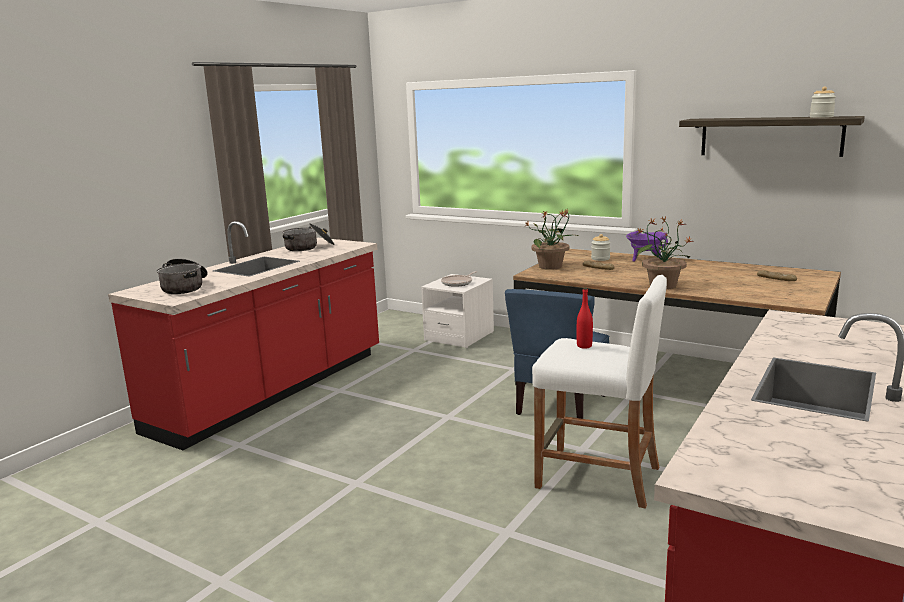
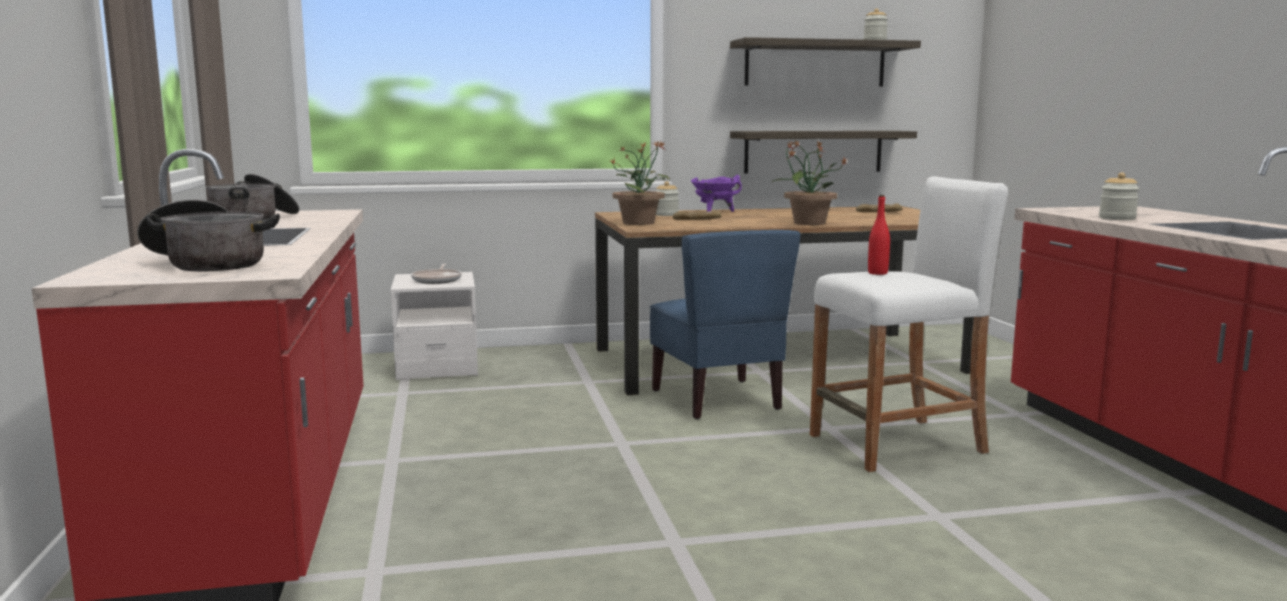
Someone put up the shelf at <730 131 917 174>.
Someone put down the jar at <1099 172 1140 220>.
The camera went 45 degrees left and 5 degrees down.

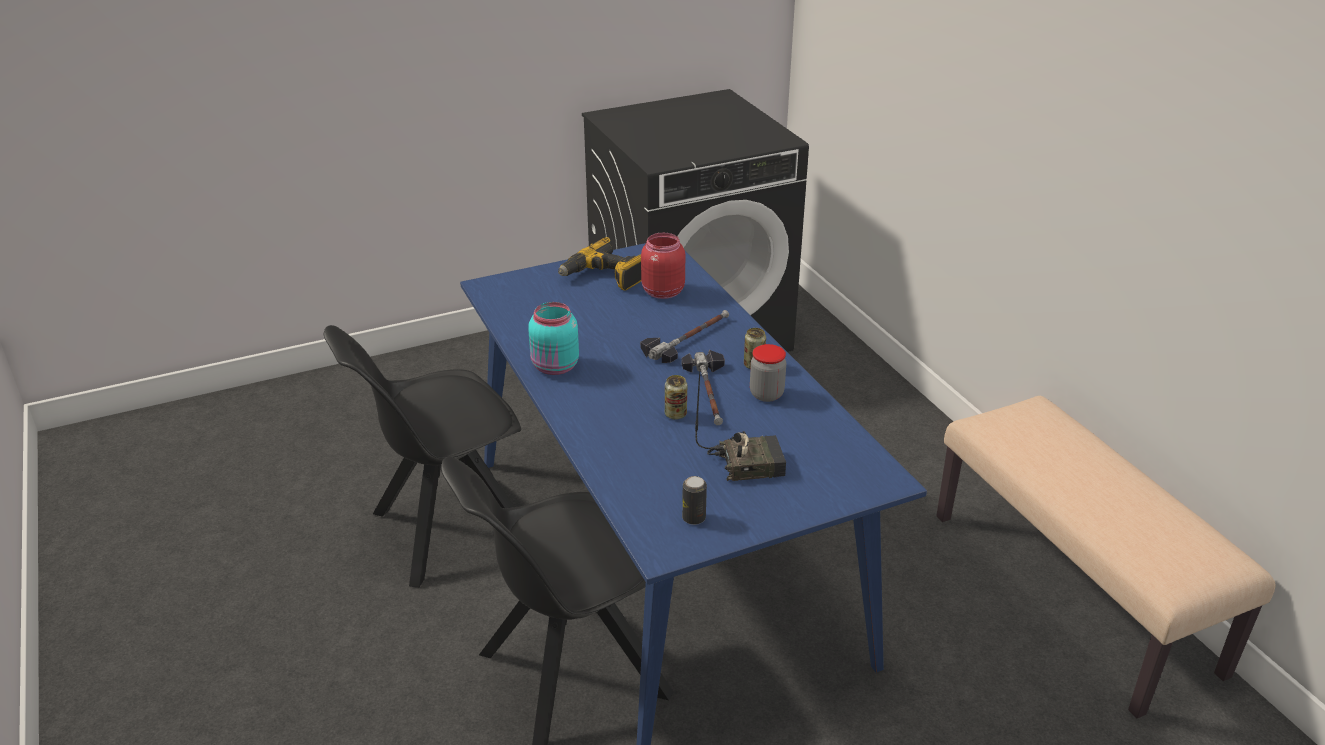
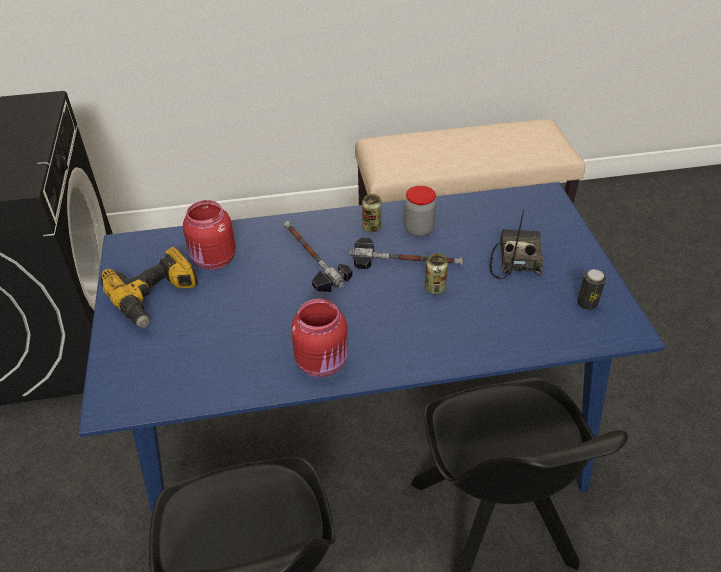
Someone repainted the turquoise jar at <528 302 579 375>, which became the red jar at <291 299 348 377>.
The camera went 75 degrees left and 10 degrees up.

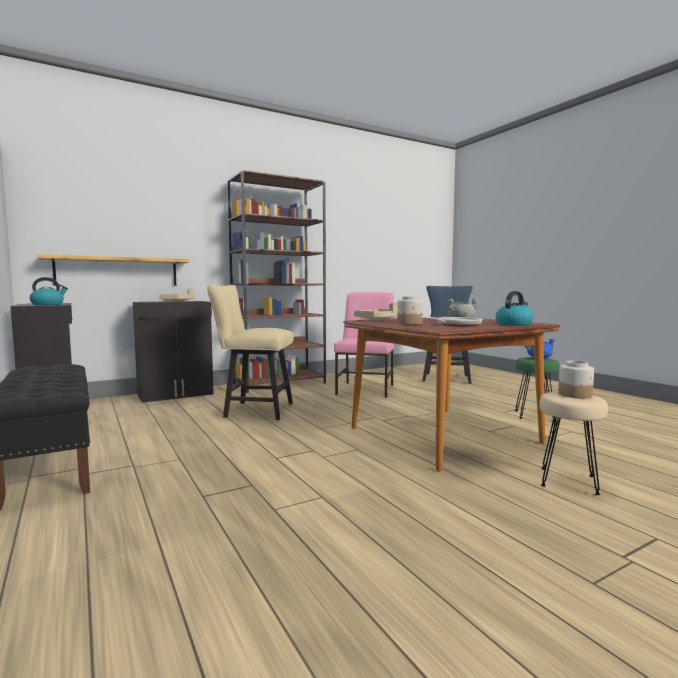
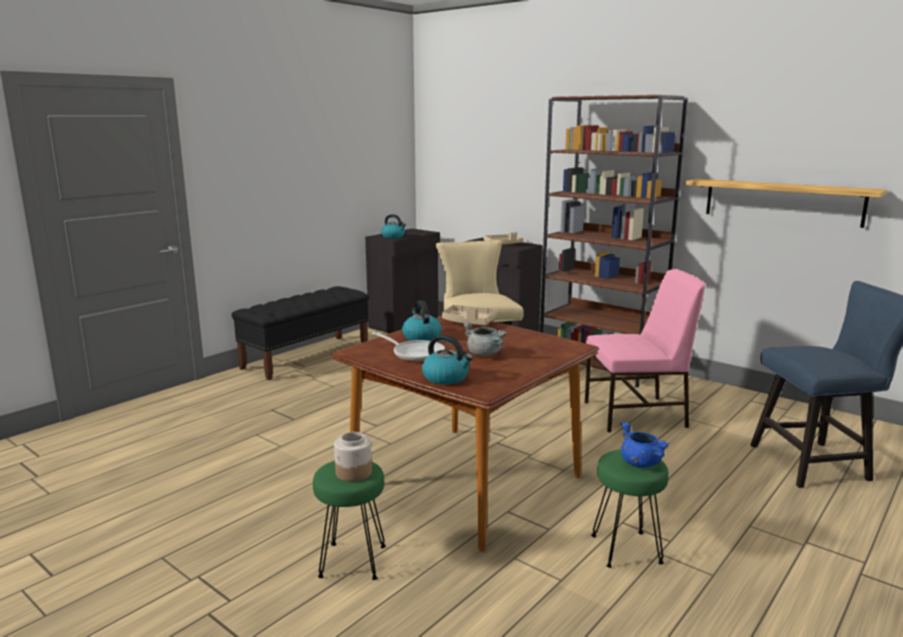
Someone carried the shelf from <37 254 190 286> to <685 179 887 228>.
Someone swapped the jar at <397 296 423 325> for the kettle at <402 300 442 341>.
Someone repainted the beige stool at <540 392 608 495>, which became the green stool at <313 461 386 580>.
The camera went 70 degrees right and 10 degrees up.

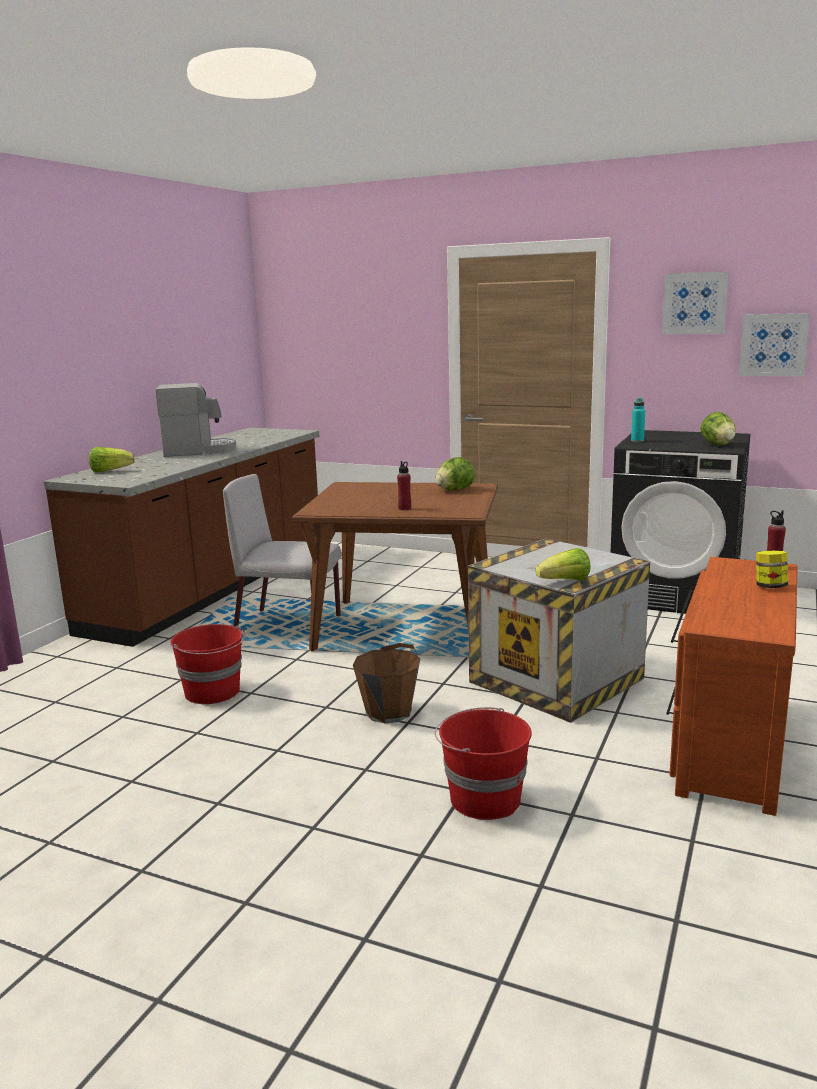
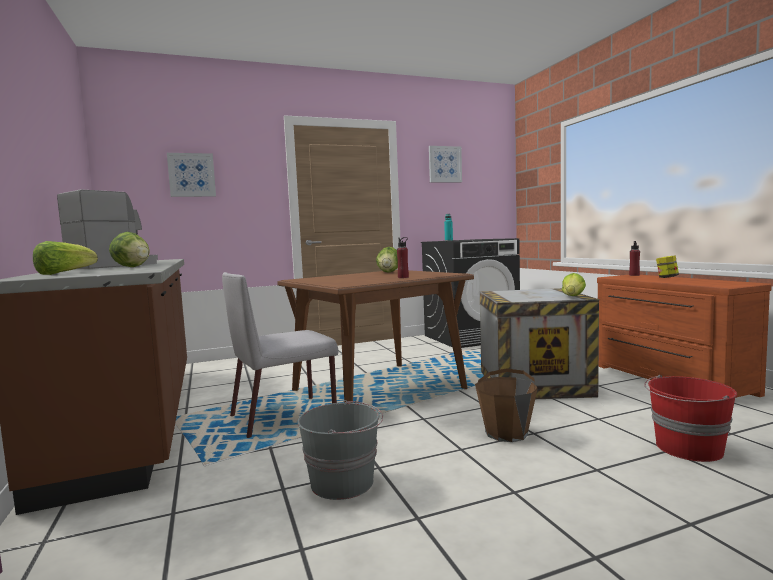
Someone carried the picture from <739 313 810 376> to <167 153 216 197>.
Someone carried the lettuce from <700 412 736 446> to <109 232 150 267>.
Someone repainted the red bucket at <170 624 245 704>, which became the grey bucket at <297 400 383 500>.
The camera went 45 degrees left and 10 degrees down.

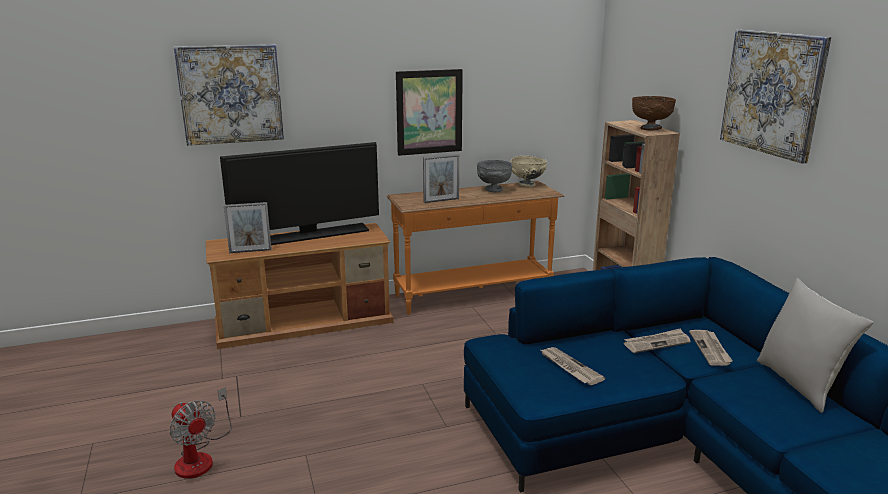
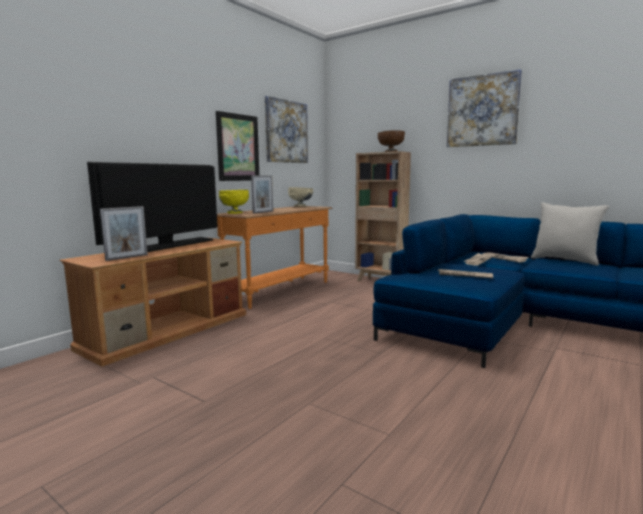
Someone carried the picture from <174 44 284 146> to <265 96 308 163>.
Someone took away the grey bowl at <477 160 512 192>.
Someone took away the fan at <170 387 232 479>.
Someone put down the yellow bowl at <219 190 249 214>.
The camera went 35 degrees left and 10 degrees down.

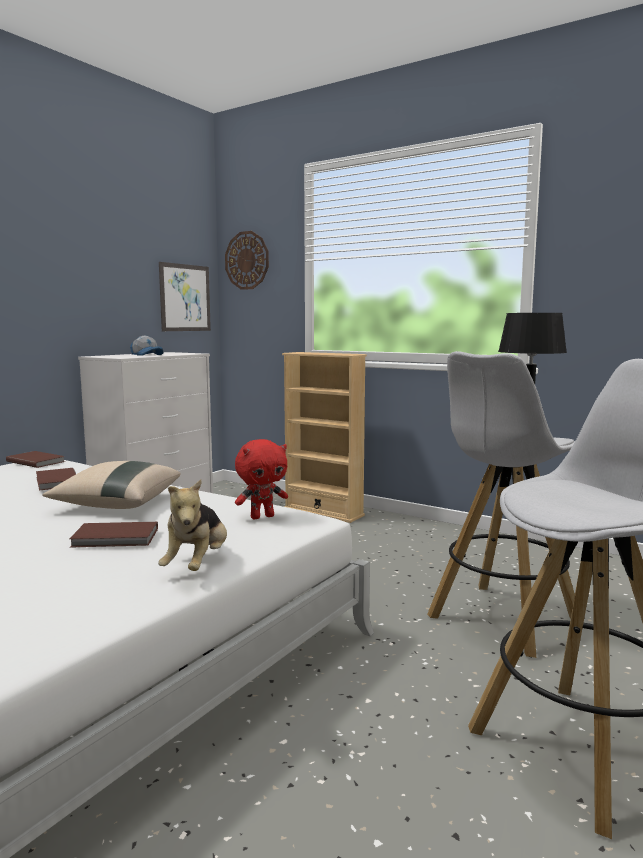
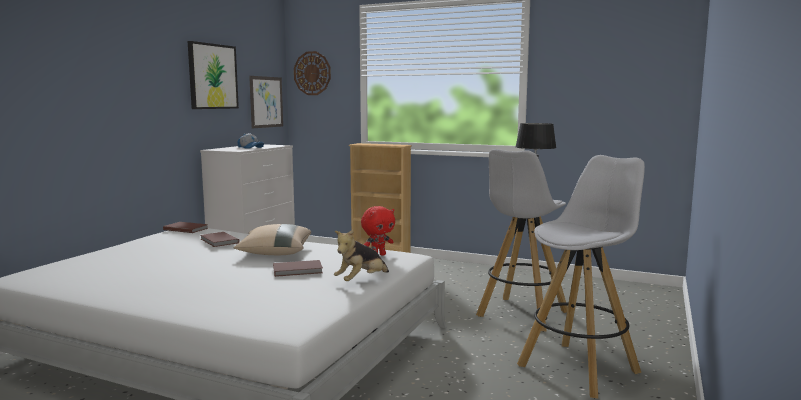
Someone rotated the plush toy at <158 479 227 571> by 45 degrees clockwise.
Someone put up the picture at <188 41 239 109>.
The camera went 10 degrees left and 0 degrees up.

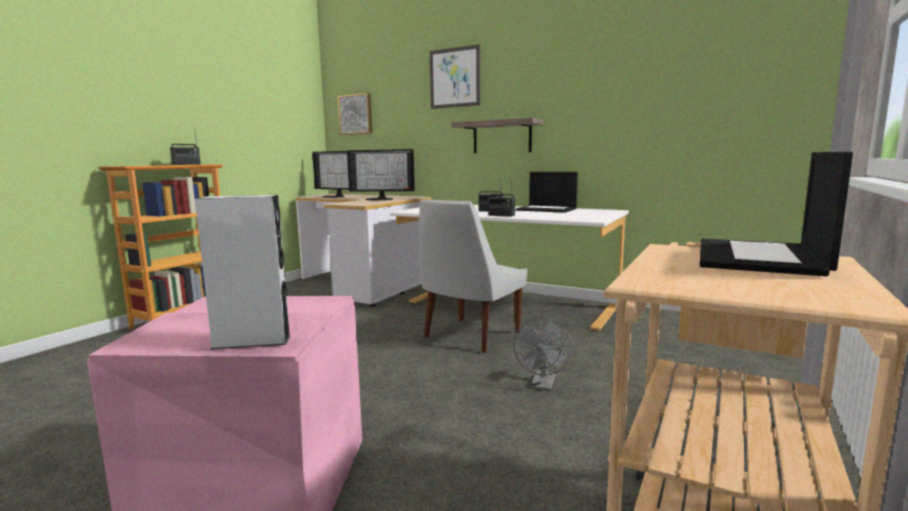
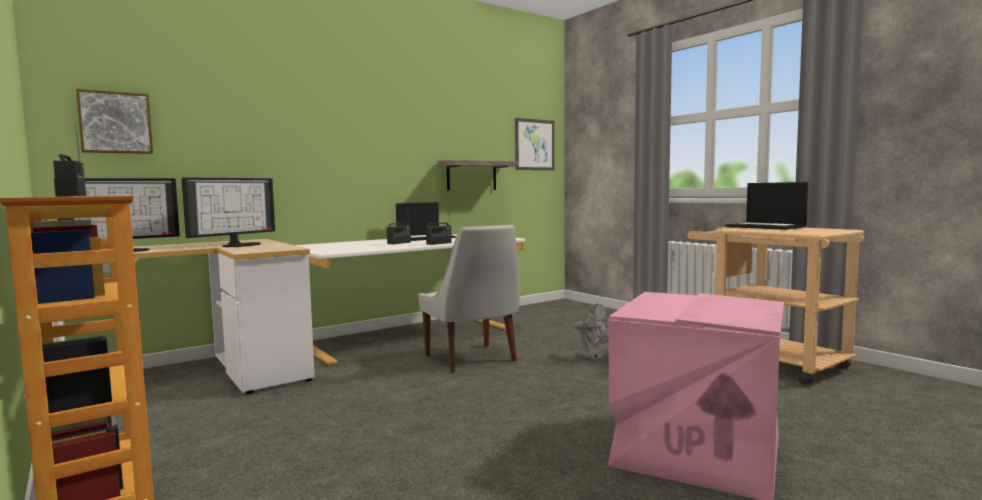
Someone carried the picture from <430 44 480 109> to <515 118 555 170>.
Someone carried the shelf from <451 118 543 153> to <437 160 519 191>.
Someone took away the grey speaker at <195 195 291 349>.
The camera went 65 degrees left and 5 degrees down.

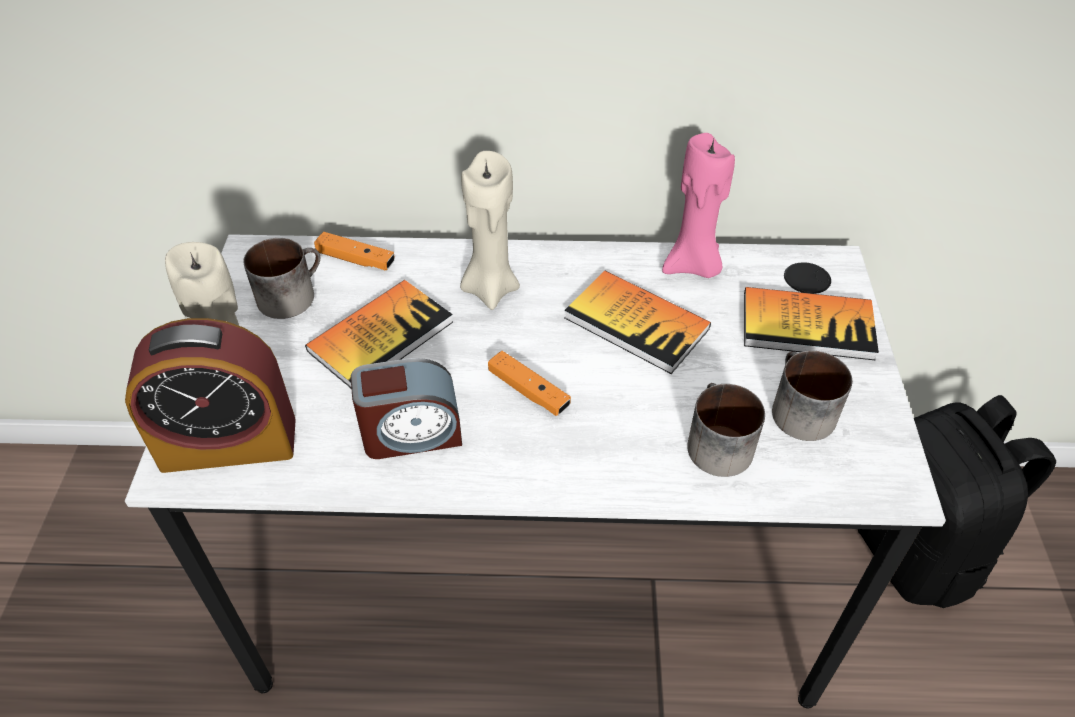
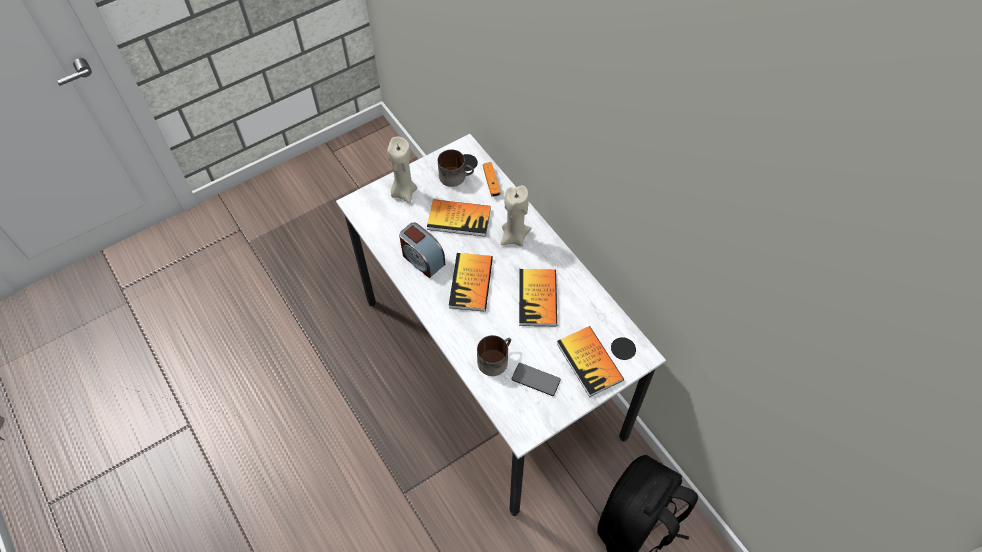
Someone took away the pink candle at <662 133 735 278>.
Someone took away the alarm clock at <125 318 296 473>.
Someone swapped the orange game controller at <488 351 571 416> for the book at <449 253 493 312>.
Someone swapped the mug at <772 351 852 441> for the phone at <512 363 561 396>.
The camera went 55 degrees right and 10 degrees up.

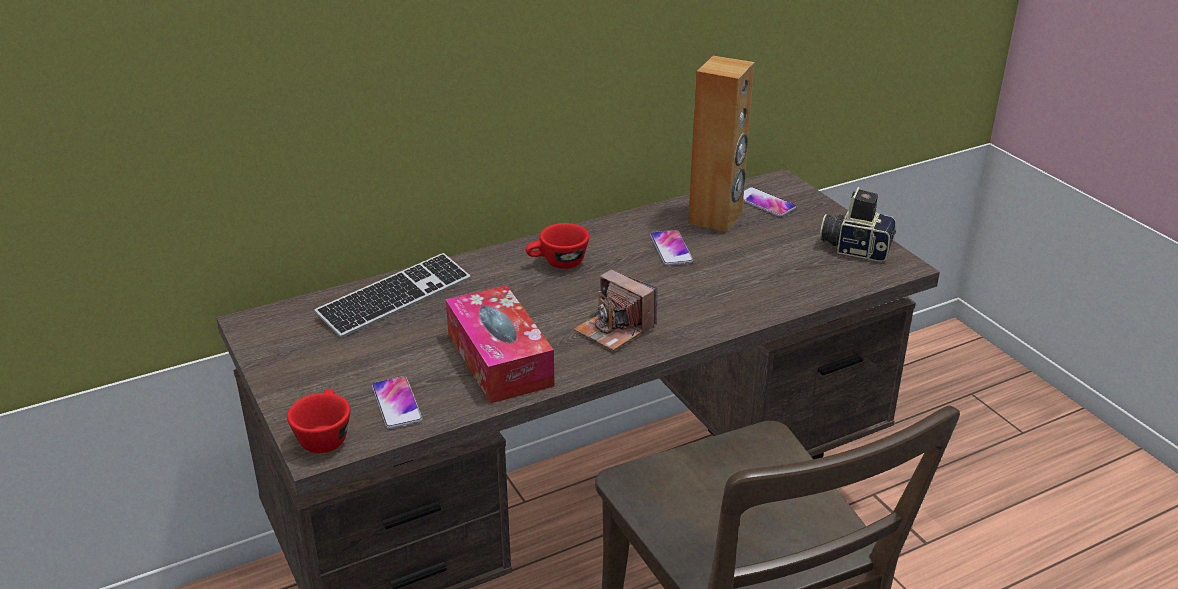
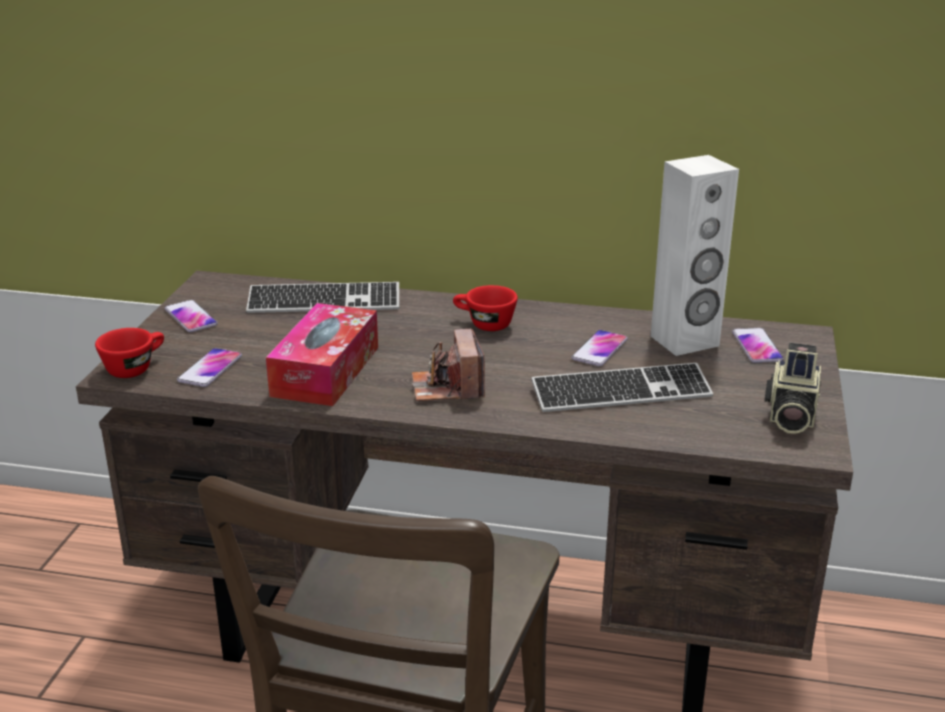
Someone repainted the brown speaker at <688 56 754 232>, which became the white speaker at <651 155 739 356>.
Someone rotated the photo camera at <820 187 896 262> by 135 degrees counterclockwise.
Someone put down the phone at <165 300 218 332>.
Someone put down the keyboard at <531 363 713 412>.
The camera went 40 degrees right and 5 degrees down.

